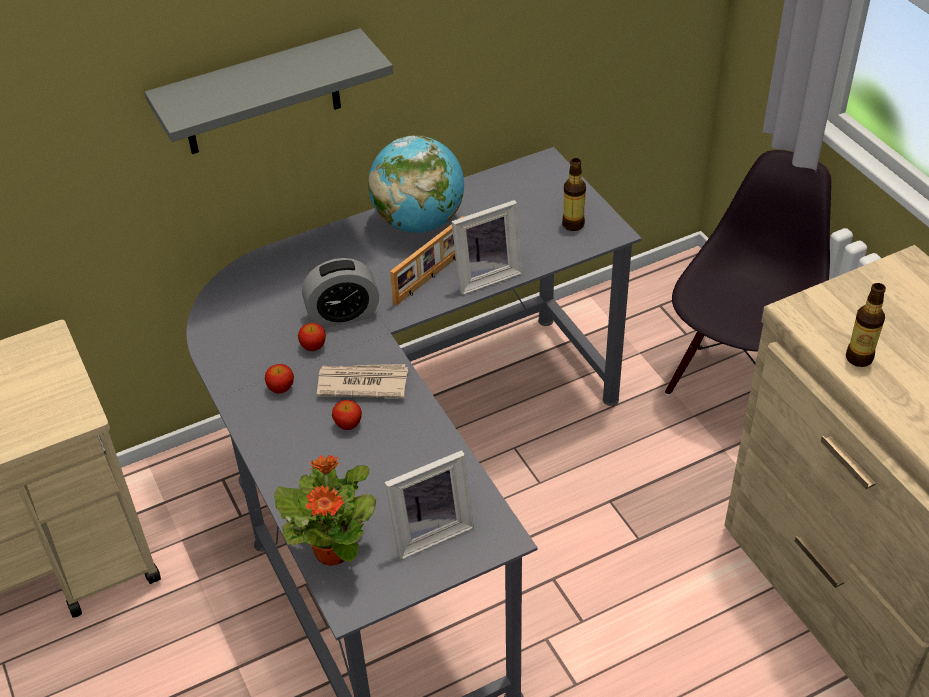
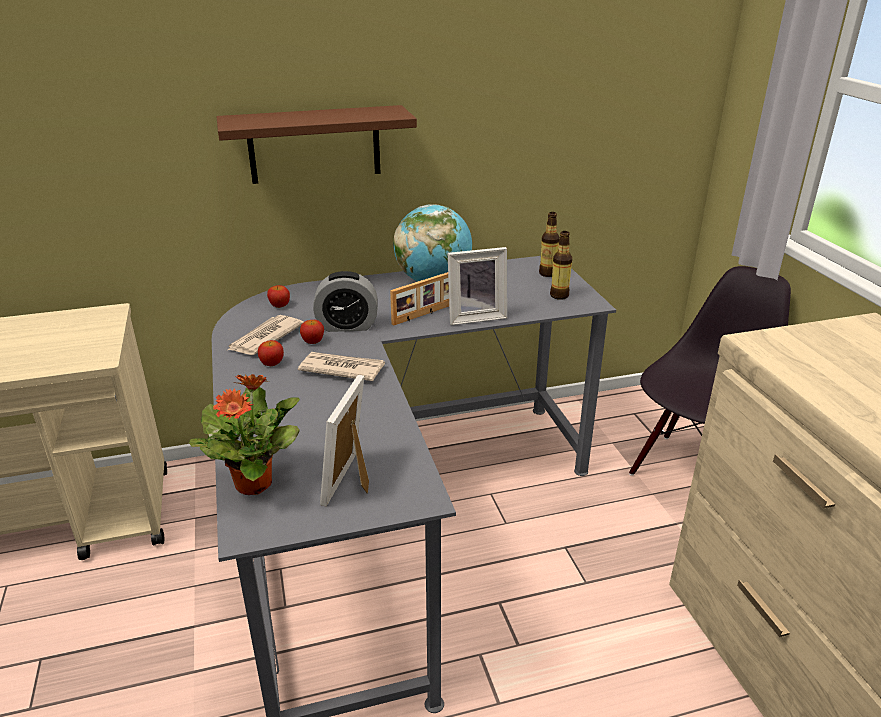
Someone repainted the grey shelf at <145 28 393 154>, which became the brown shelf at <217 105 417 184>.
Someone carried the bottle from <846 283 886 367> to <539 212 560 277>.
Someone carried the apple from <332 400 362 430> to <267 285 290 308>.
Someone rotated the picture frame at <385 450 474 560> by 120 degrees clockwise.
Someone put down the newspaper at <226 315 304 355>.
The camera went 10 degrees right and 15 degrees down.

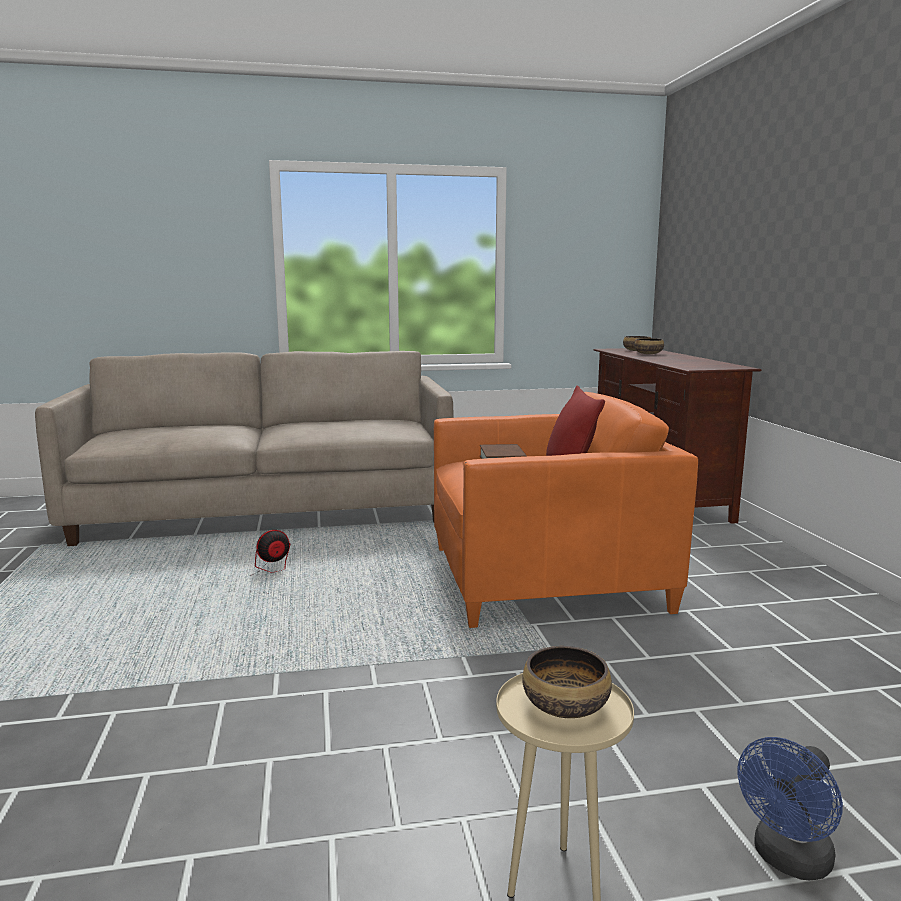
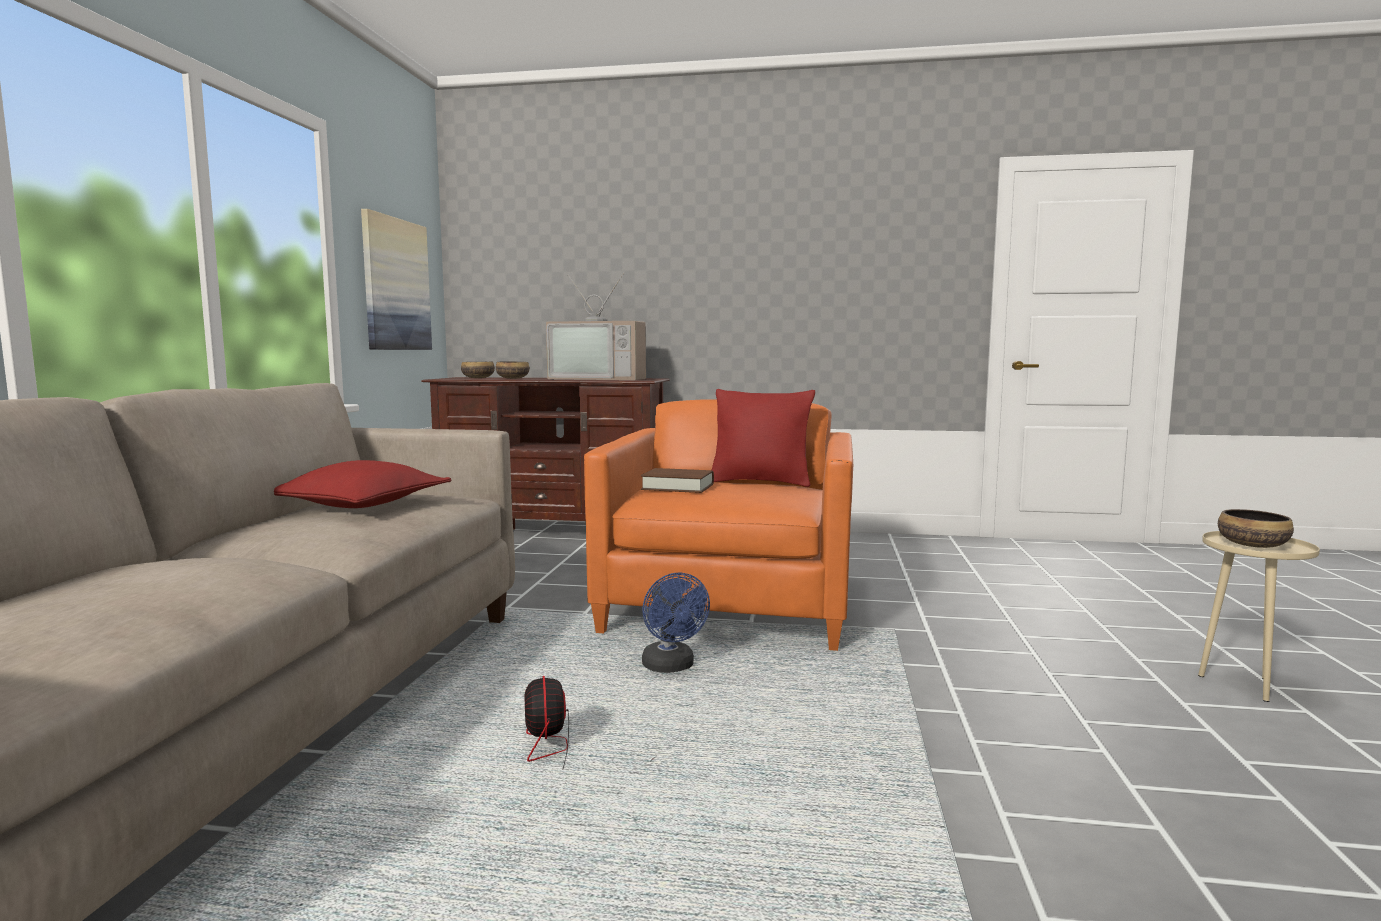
Someone carried the blue fan from <738 737 843 880> to <642 573 710 673>.
Someone put up the picture at <361 209 432 350>.
Someone put down the television at <546 273 646 380>.
Someone put down the red pillow at <274 460 452 508>.
The camera went 70 degrees left and 5 degrees down.

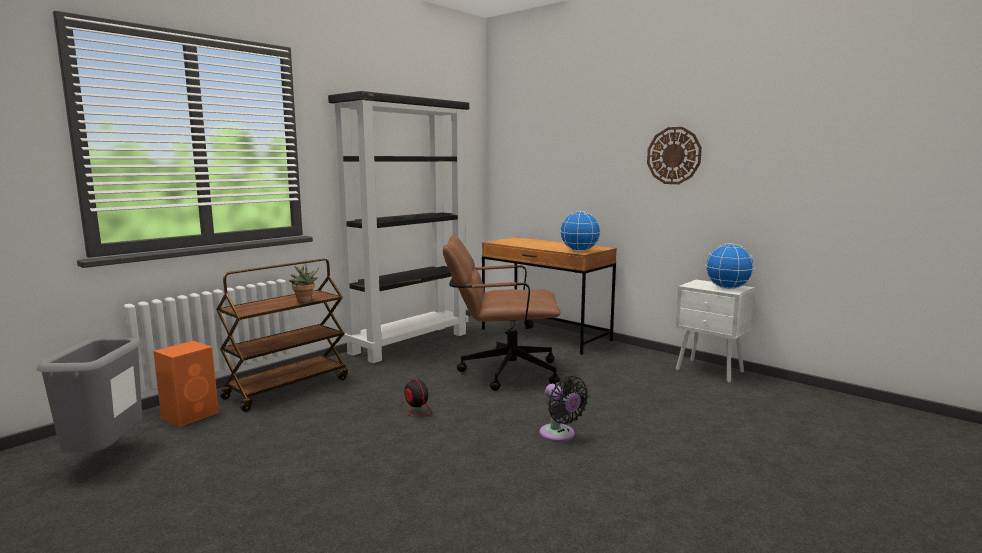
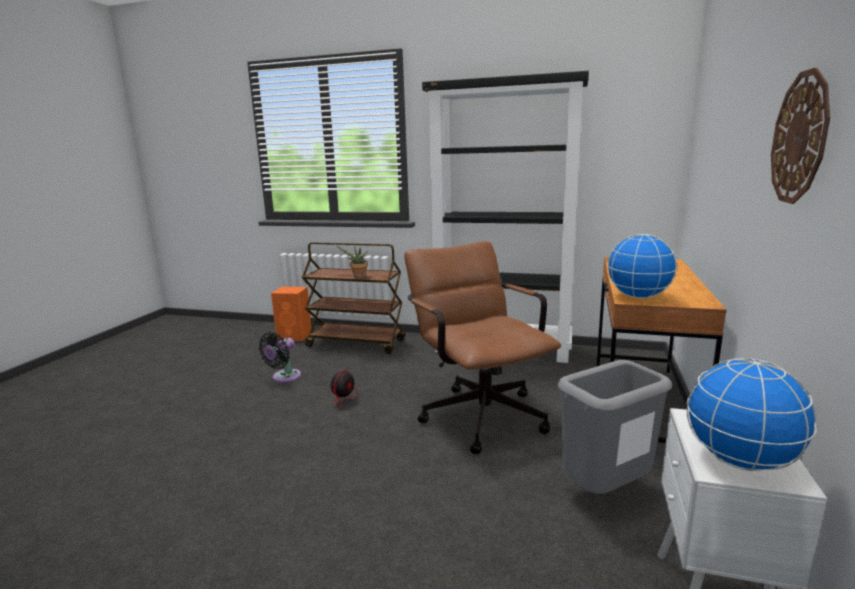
Someone carried the grey trash can from <37 338 142 452> to <558 360 672 494>.
Someone carried the black fan from <539 376 589 442> to <259 332 301 383>.
The camera went 65 degrees right and 5 degrees up.

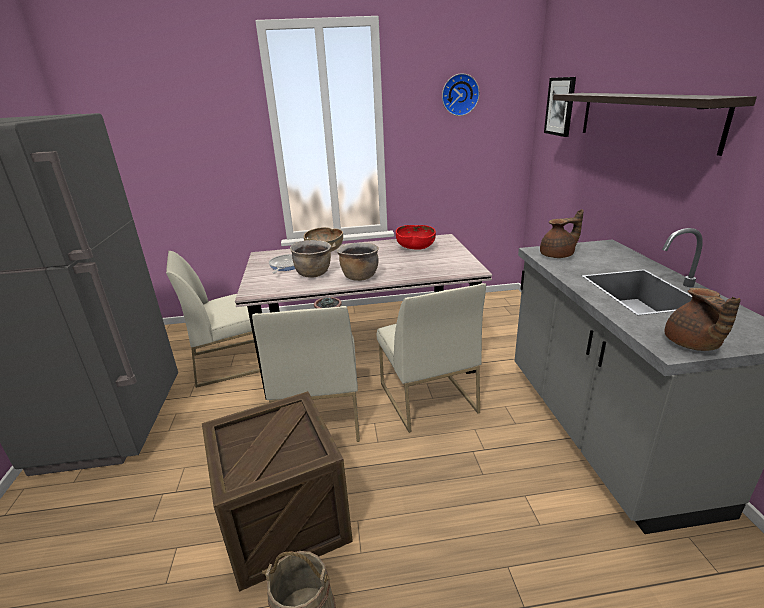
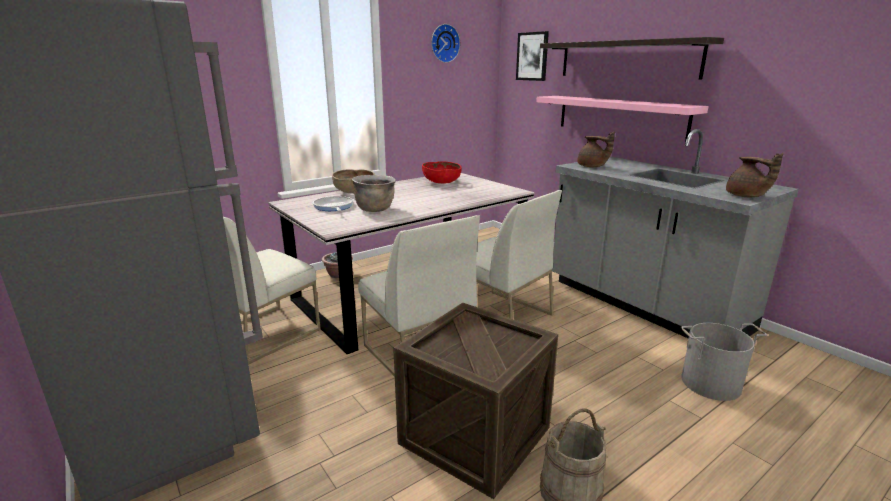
Someone rotated the brown teapot at <540 209 584 258> by 90 degrees clockwise.
Someone took away the brown cooking pot at <337 243 379 281>.
Someone put up the pink shelf at <536 96 709 142>.
Someone put down the grey bucket at <681 323 767 401>.
The camera went 30 degrees left and 5 degrees down.

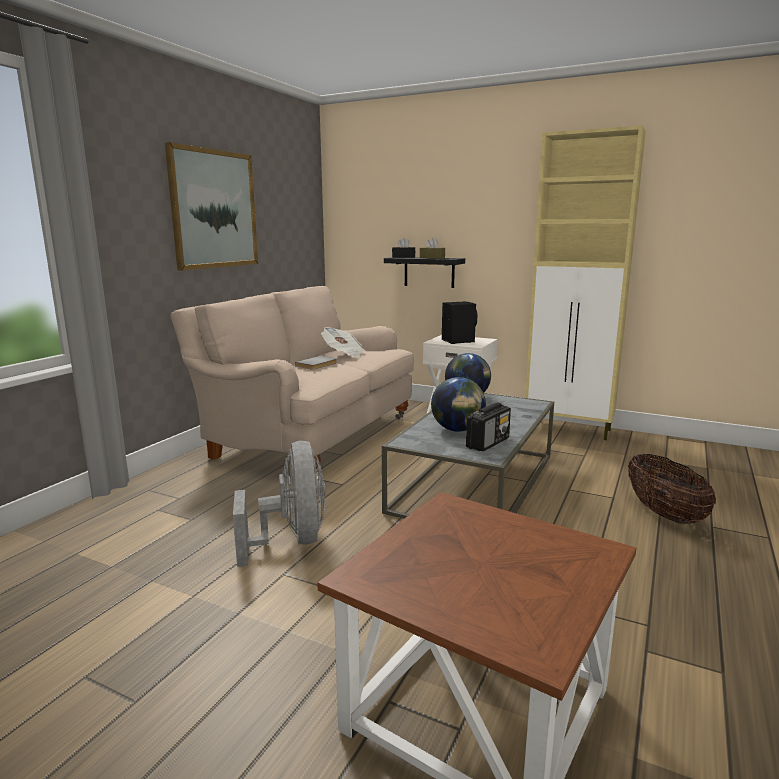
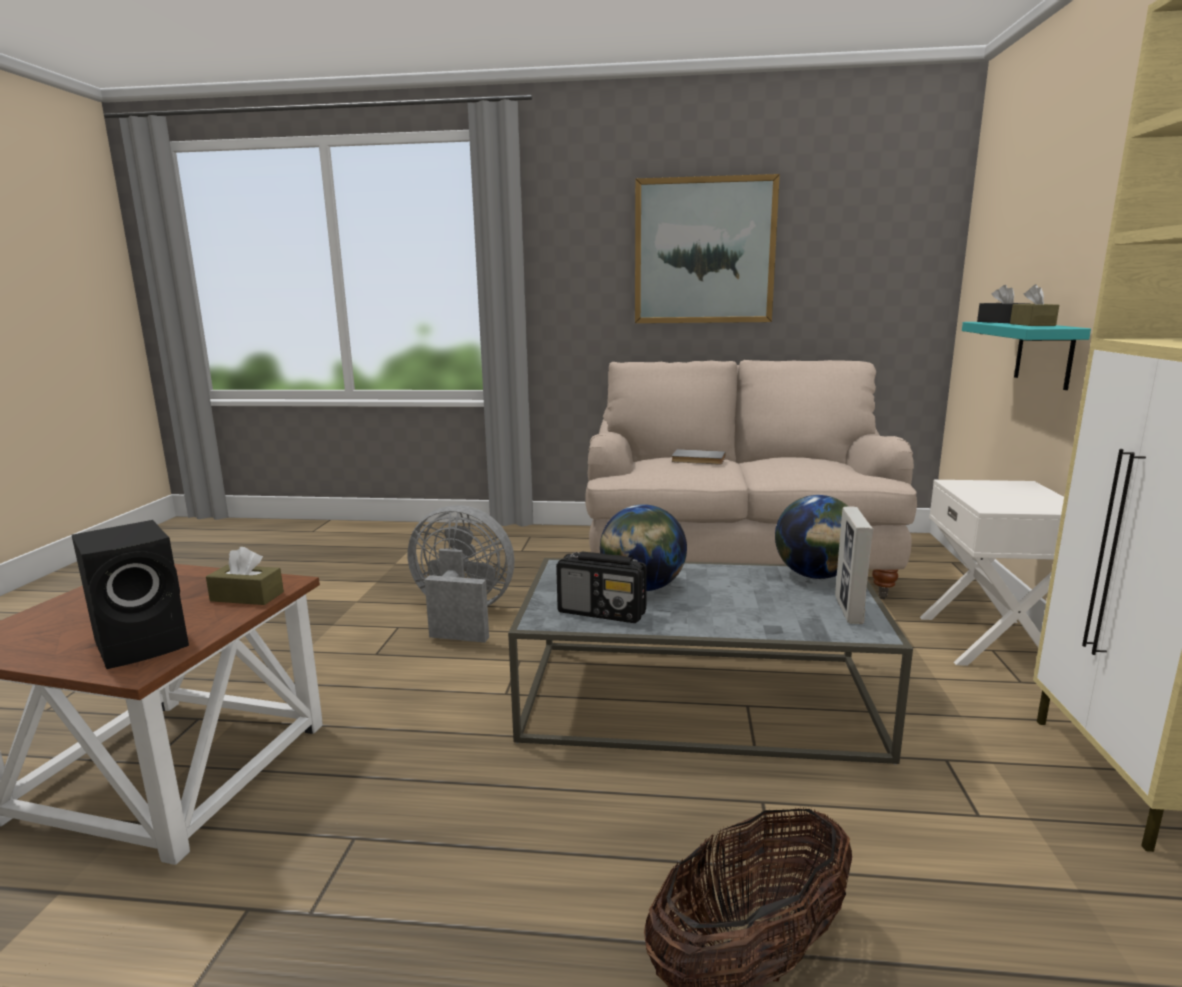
Someone repainted the black shelf at <384 257 465 288>, which became the turquoise shelf at <962 322 1091 390>.
Someone carried the black speaker from <442 301 478 344> to <72 520 189 669>.
Someone took away the newspaper at <321 327 365 358>.
Someone rotated the grey fan at <233 441 326 567> by 135 degrees counterclockwise.
Someone put down the picture frame at <835 507 873 624>.
Someone put down the brown tissue box at <206 547 284 605>.
The camera went 70 degrees right and 0 degrees up.

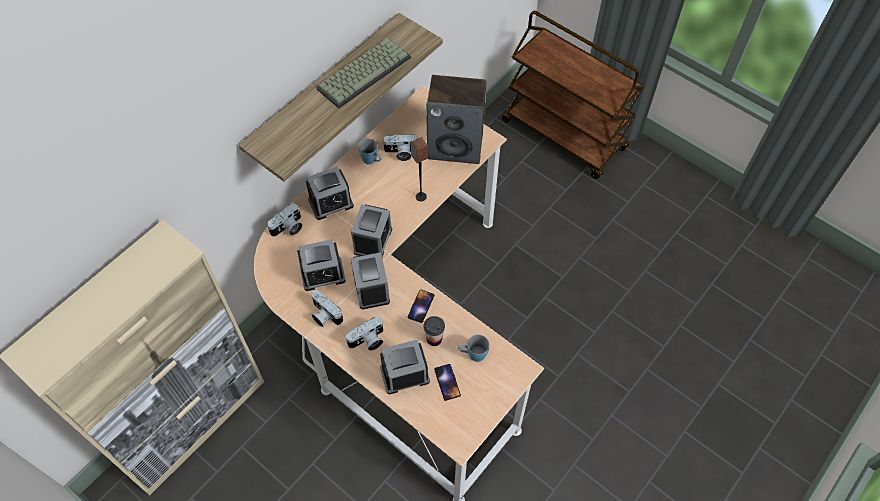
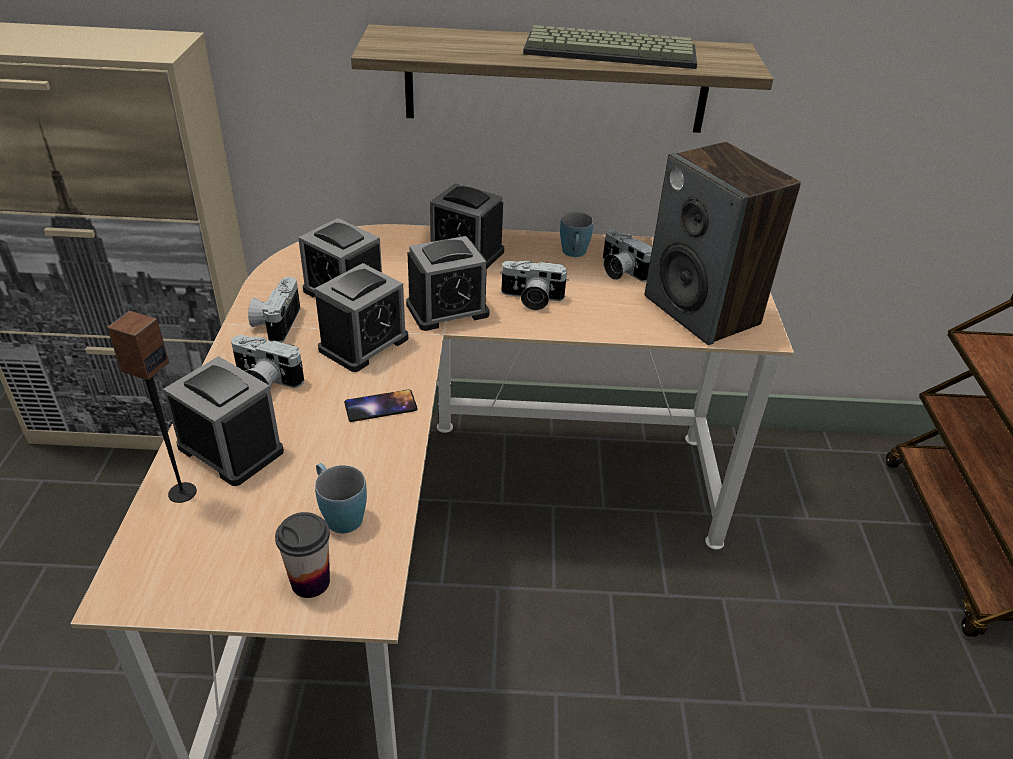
Someone carried the speaker from <410 137 428 201> to <107 311 197 503>.
Someone carried the photo camera from <267 203 302 237> to <500 260 569 310>.
Someone carried the cup from <424 316 445 346> to <275 512 330 598>.
Someone took away the phone at <434 364 461 401>.
The camera went 50 degrees right and 20 degrees down.

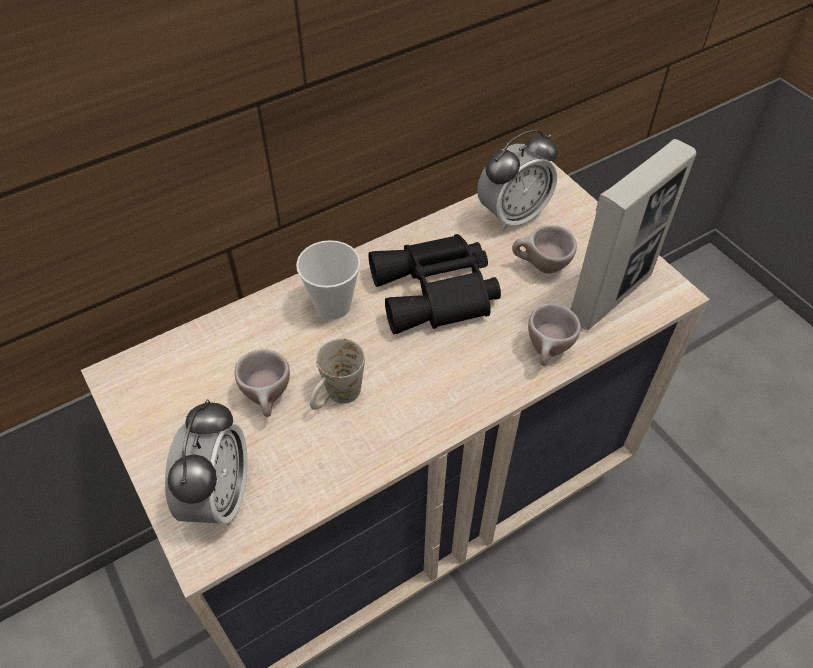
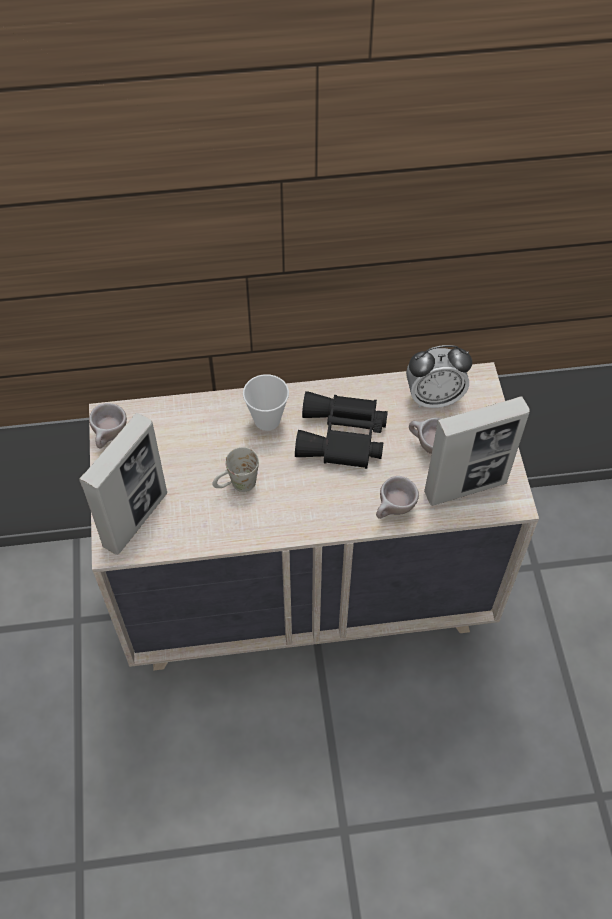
Someone carried the beige cup from <235 349 290 417> to <89 403 127 448>.
Someone swapped the alarm clock at <165 399 248 526> for the picture frame at <79 413 167 555>.
The camera went 25 degrees right and 5 degrees up.

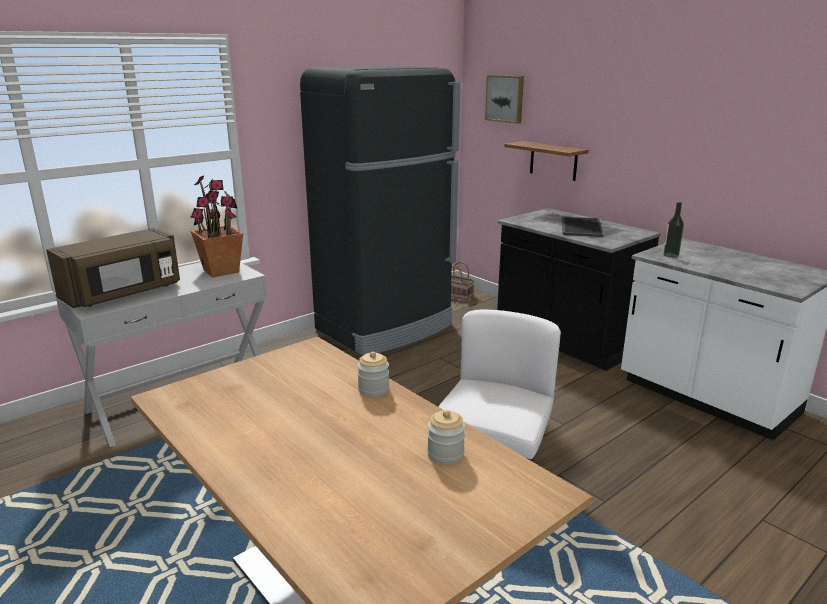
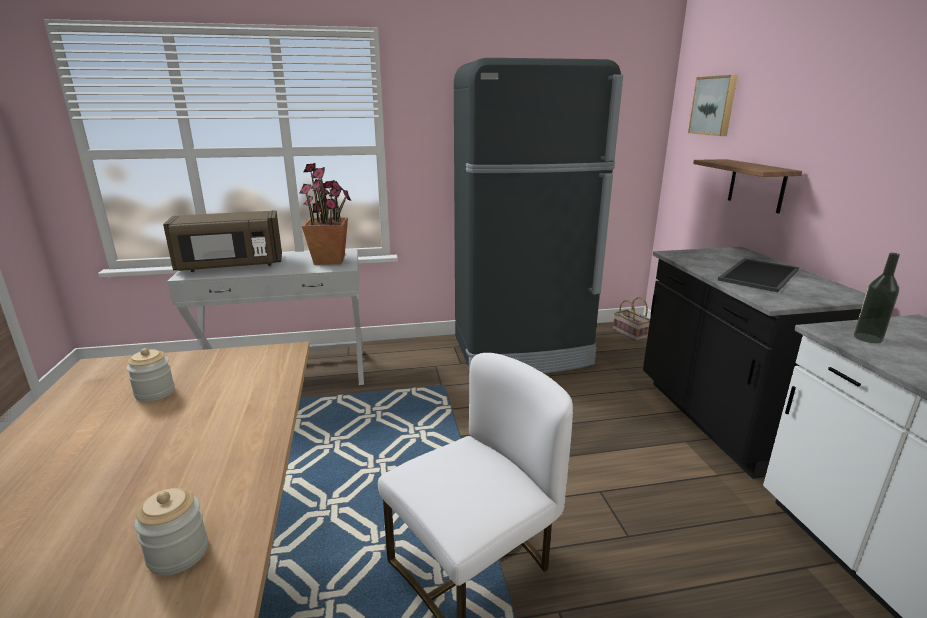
Someone carried the jar from <357 352 389 397> to <126 348 175 402>.
The camera went 30 degrees right and 0 degrees up.

